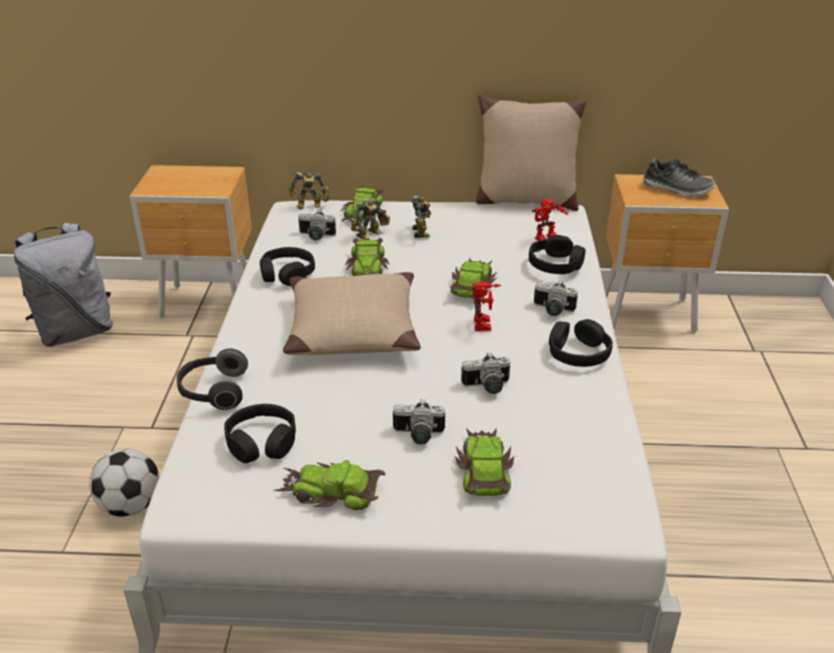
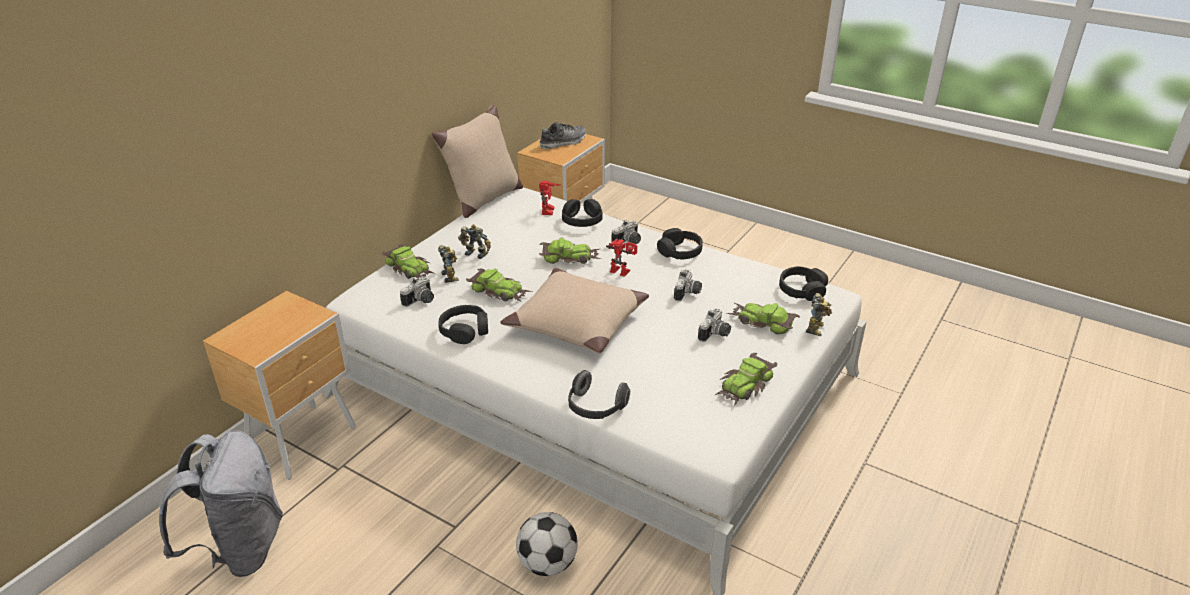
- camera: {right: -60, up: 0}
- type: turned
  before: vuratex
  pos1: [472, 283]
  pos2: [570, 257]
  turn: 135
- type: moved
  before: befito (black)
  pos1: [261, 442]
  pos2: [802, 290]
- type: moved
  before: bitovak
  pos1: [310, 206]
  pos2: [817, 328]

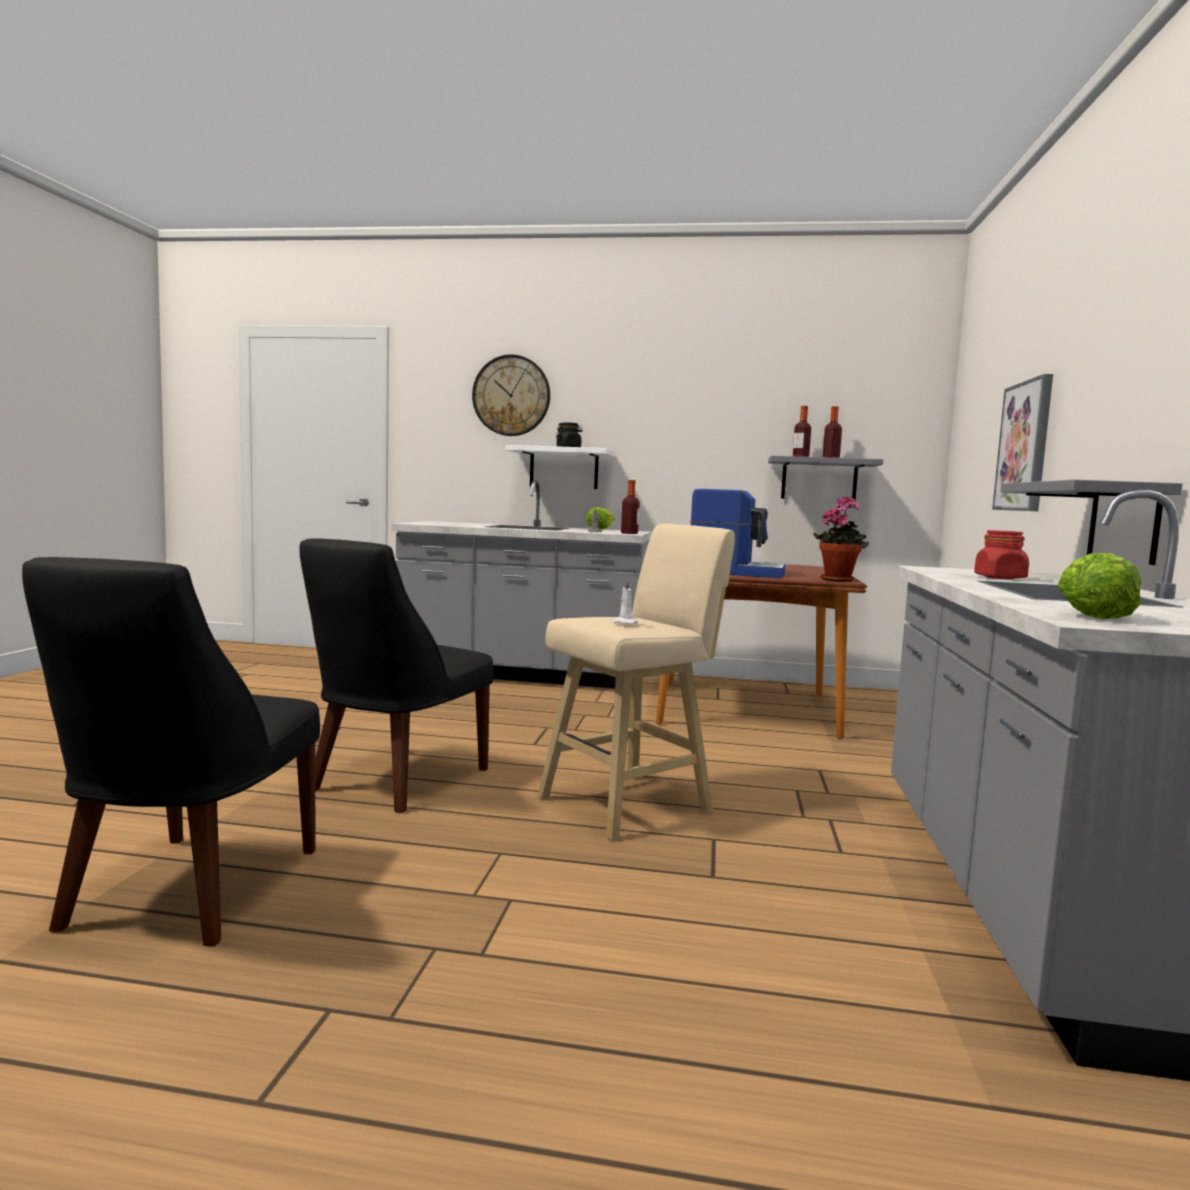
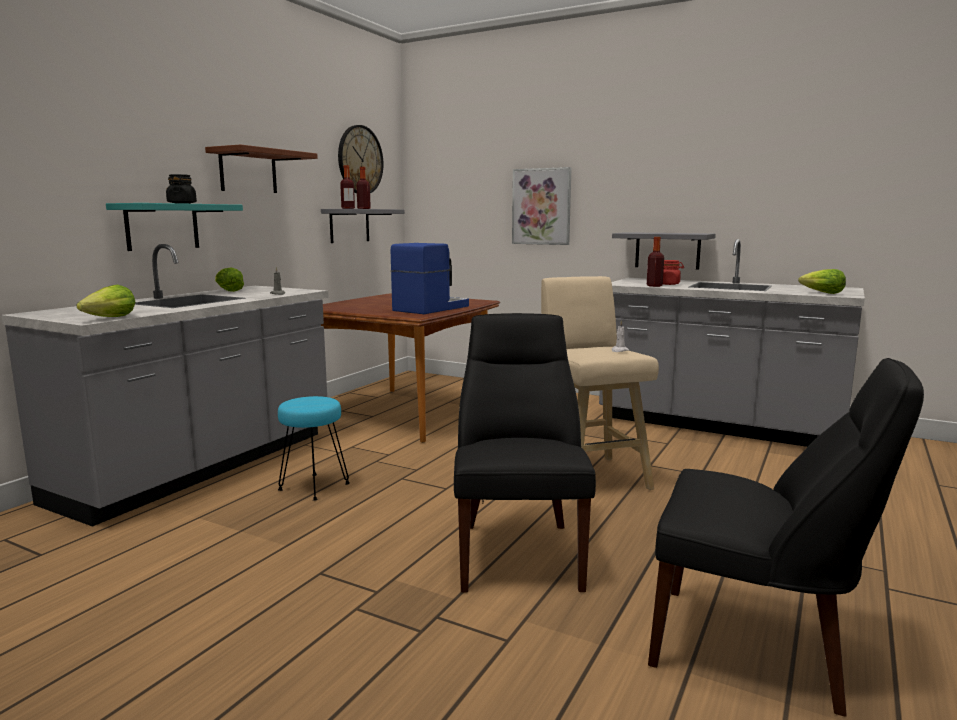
- camera: {right: -70, up: 5}
- type: added
  after: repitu
  pos2: [110, 318]
- type: recoloured
  before: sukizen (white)
  after: sukizen (turquoise)
  pos1: [564, 468]
  pos2: [162, 226]
- type: added
  after: sukizen (brown)
  pos2: [248, 171]
- type: added
  after: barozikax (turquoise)
  pos2: [313, 487]
- type: moved
  before: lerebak
  pos1: [511, 395]
  pos2: [360, 160]
- type: turned
  before: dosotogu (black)
  pos1: [394, 781]
  pos2: [518, 551]
  turn: -135
- type: moved
  before: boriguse
  pos1: [629, 533]
  pos2: [654, 286]
- type: removed
  before: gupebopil
  pos1: [838, 580]

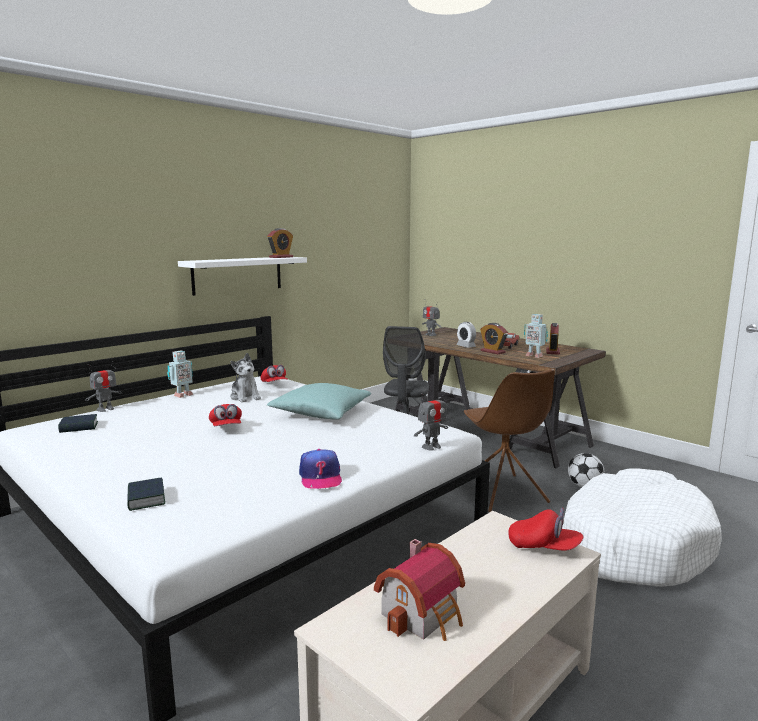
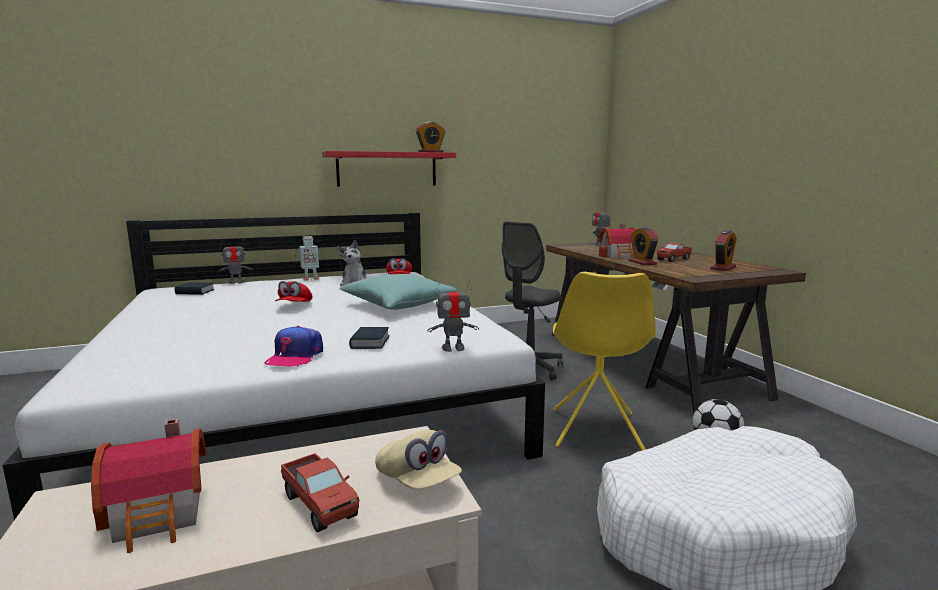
- camera: {right: 25, up: 0}
- type: added
  after: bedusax
  pos2: [319, 505]
- type: recoloured
  before: sukizen (white)
  after: sukizen (red)
  pos1: [238, 275]
  pos2: [387, 169]
- type: moved
  before: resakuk
  pos1: [146, 499]
  pos2: [370, 342]
- type: recoloured
  before: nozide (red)
  after: nozide (beige)
  pos1: [544, 547]
  pos2: [418, 481]
- type: recoloured
  before: dosotogu (brown)
  after: dosotogu (yellow)
  pos1: [503, 494]
  pos2: [595, 431]
- type: replaced
  before: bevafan
  after: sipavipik
  pos1: [466, 346]
  pos2: [619, 256]
- type: removed
  before: bitovak
  pos1: [534, 356]

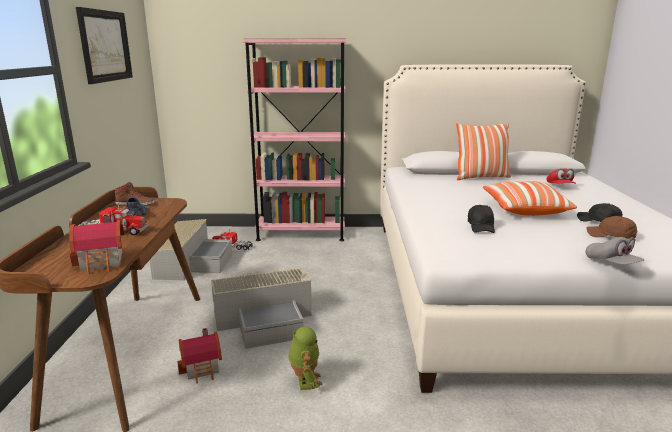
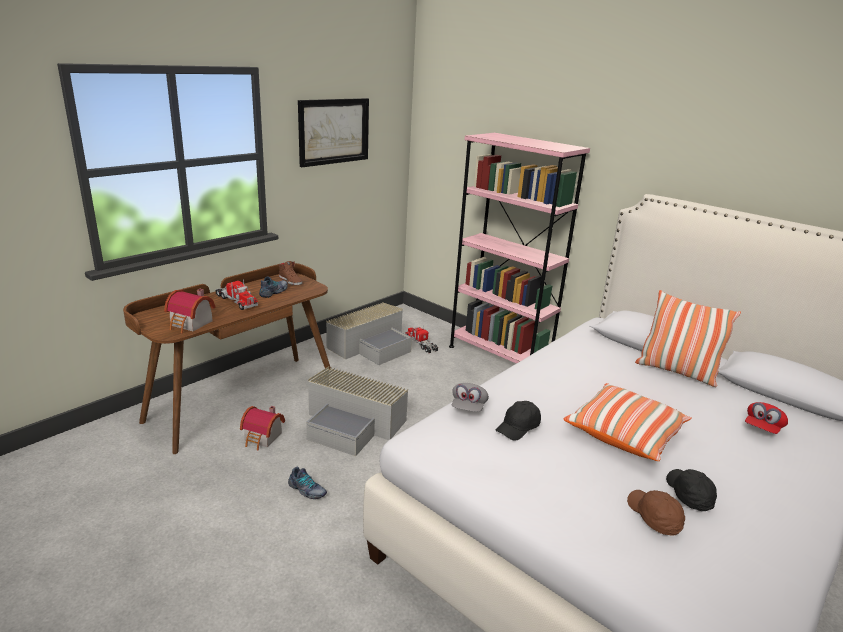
- camera: {right: 40, up: 5}
- type: replaced
  before: bitovak
  after: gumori
  pos1: [305, 381]
  pos2: [307, 490]
- type: moved
  before: nozide (grey)
  pos1: [611, 263]
  pos2: [468, 407]

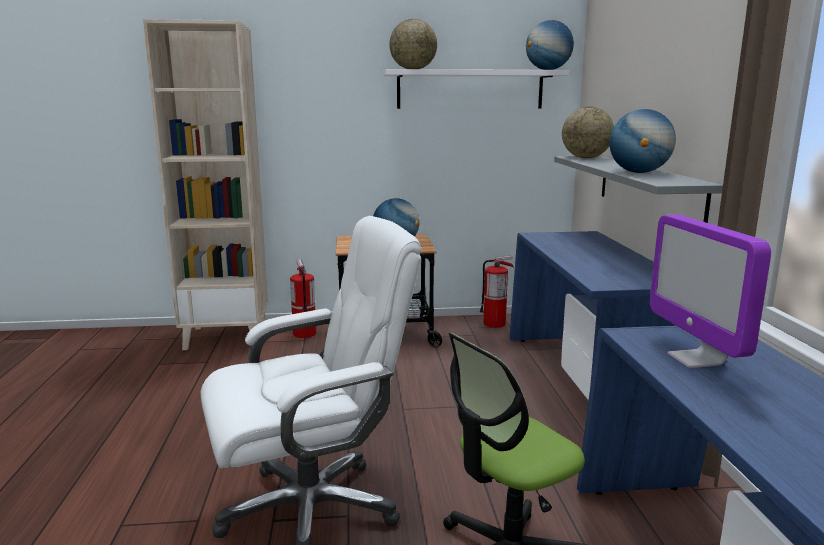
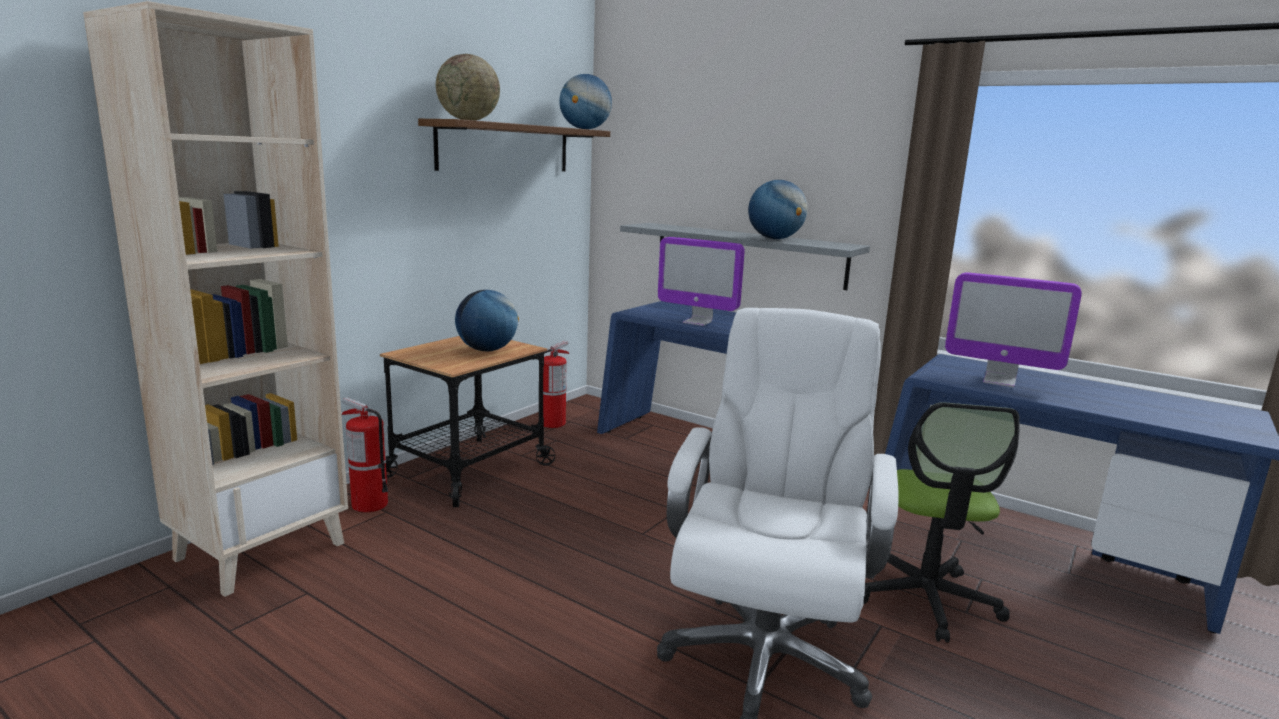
- camera: {right: -50, up: 0}
- type: recoloured
  before: sukizen (white)
  after: sukizen (brown)
  pos1: [470, 90]
  pos2: [505, 148]
- type: added
  after: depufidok
  pos2: [697, 322]
- type: removed
  before: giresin
  pos1: [585, 158]

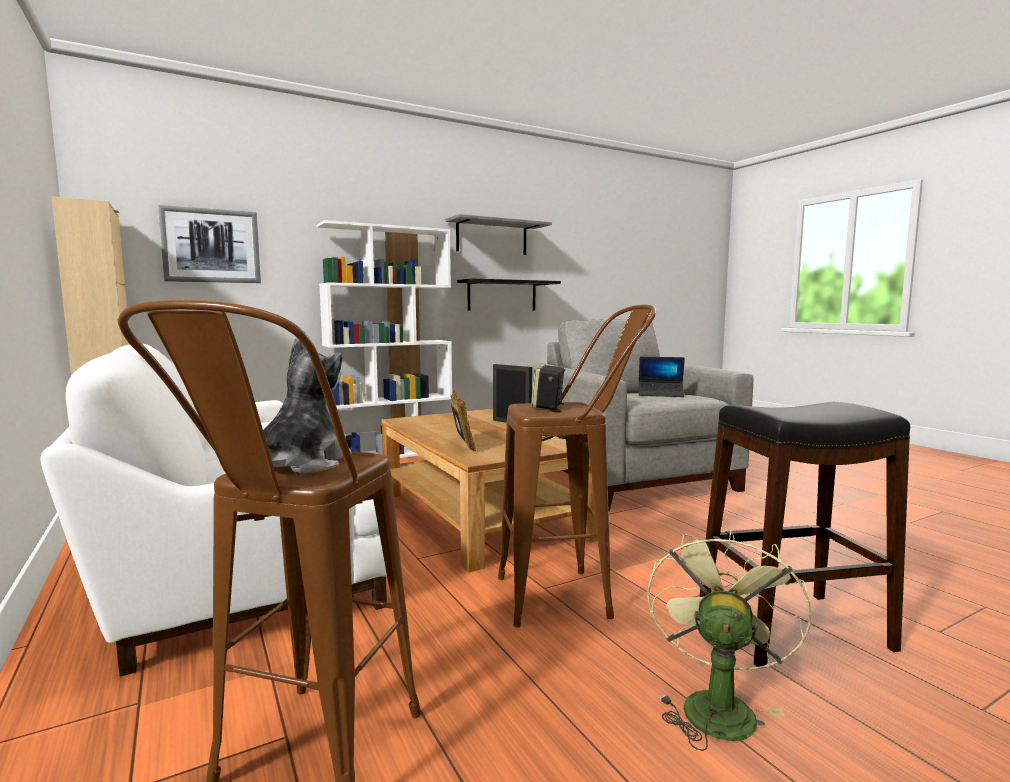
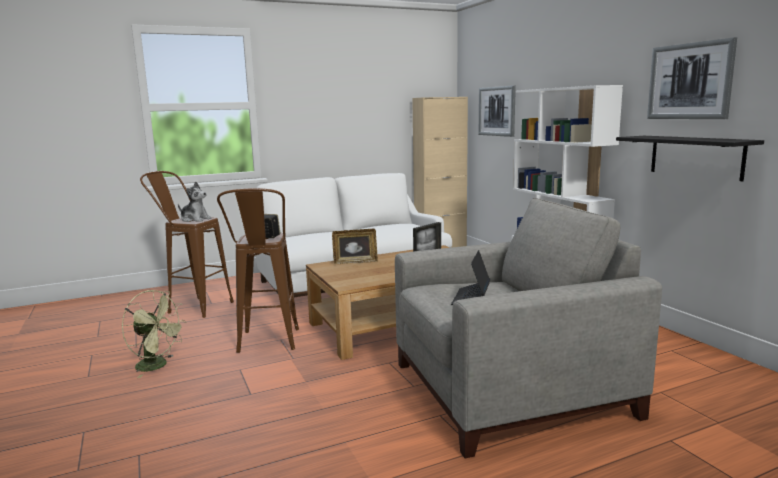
- camera: {right: 95, up: 5}
- type: replaced
  before: sukizen (grey)
  after: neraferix
  pos1: [492, 237]
  pos2: [689, 81]
- type: removed
  before: barozikax (black)
  pos1: [792, 629]

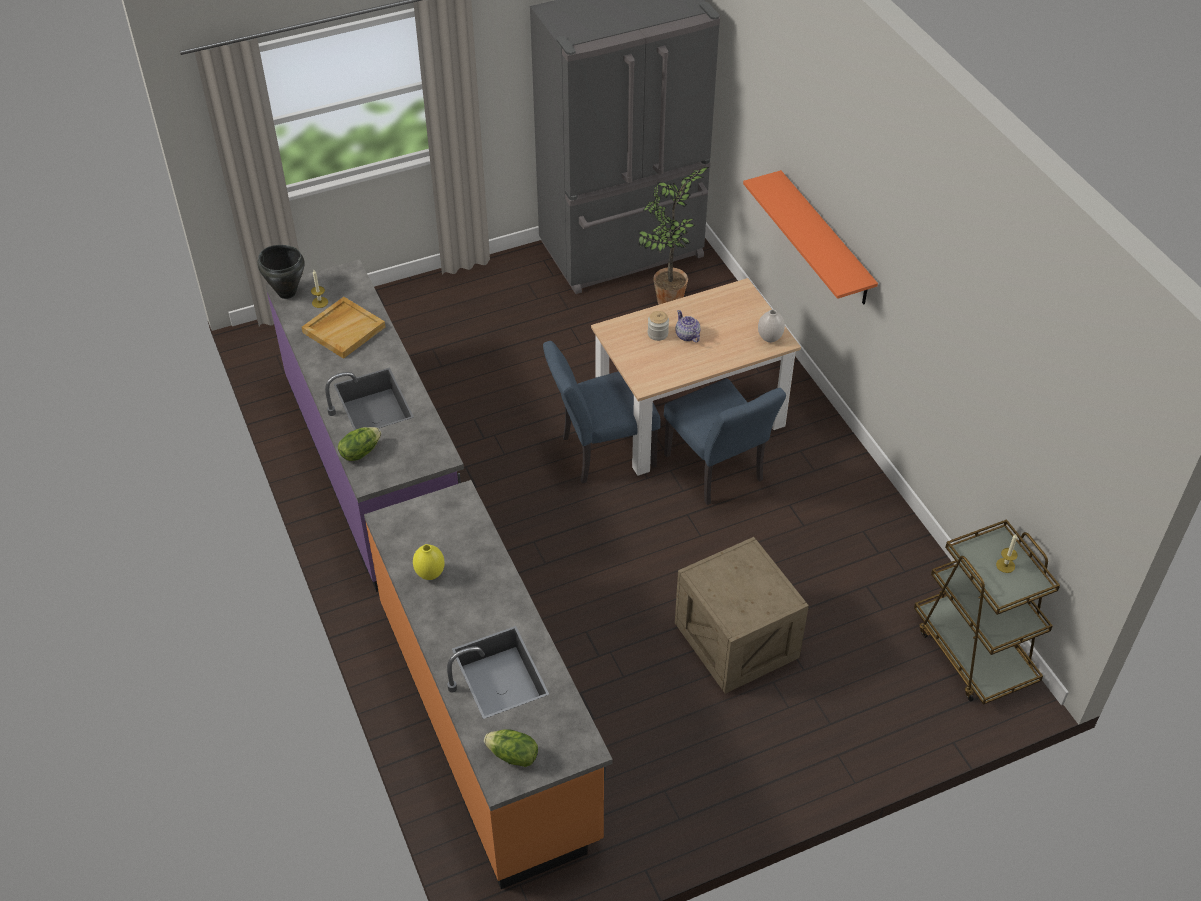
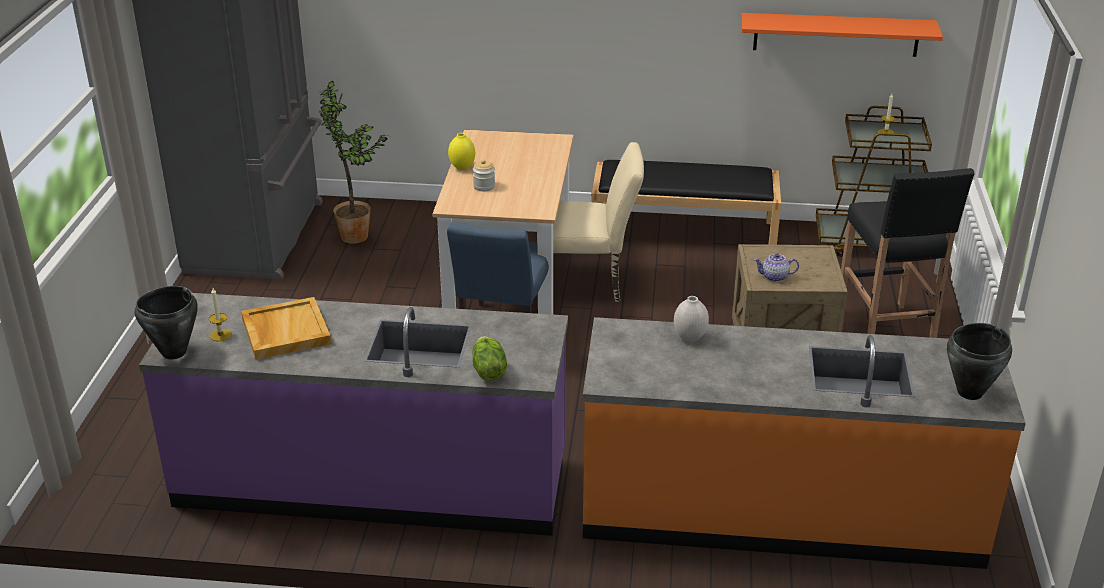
- camera: {right: -60, up: -15}
- type: moved
  before: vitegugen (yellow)
  pos1: [430, 574]
  pos2: [462, 167]
- type: recoloured
  before: dosotogu (blue)
  after: dosotogu (beige)
  pos1: [717, 472]
  pos2: [587, 284]
- type: added
  after: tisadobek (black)
  pos2: [684, 232]
- type: moved
  before: vitegugen (white)
  pos1: [770, 339]
  pos2: [690, 338]
- type: moved
  before: sukizen (orange)
  pos1: [825, 239]
  pos2: [836, 34]
- type: moved
  before: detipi
  pos1: [687, 336]
  pos2: [775, 277]
- type: added
  after: barozikax (black)
  pos2: [885, 334]
- type: replaced
  before: repitu
  after: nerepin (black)
  pos1: [513, 756]
  pos2: [970, 392]

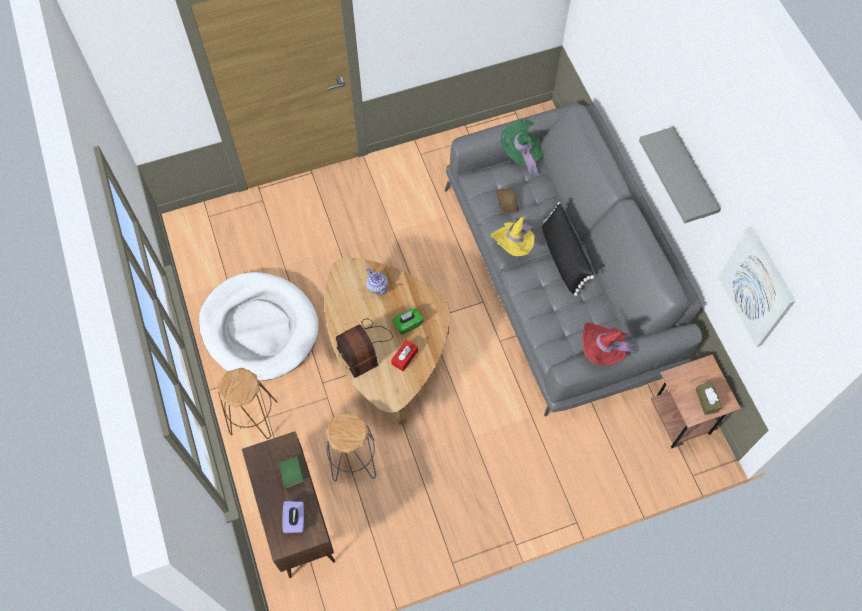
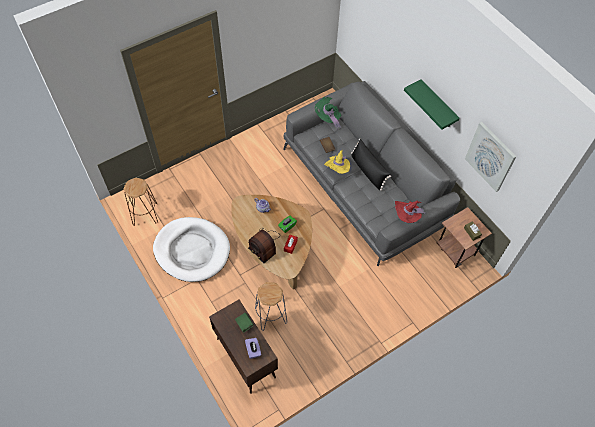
- camera: {right: -15, up: -5}
- type: moved
  before: barozikax (brown)
  pos1: [253, 417]
  pos2: [145, 214]
- type: recoloured
  before: sukizen (grey)
  after: sukizen (green)
  pos1: [692, 177]
  pos2: [437, 105]

